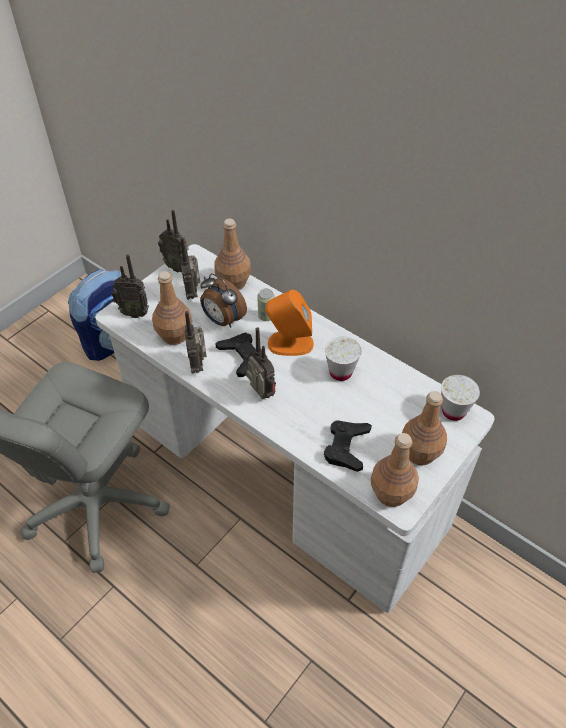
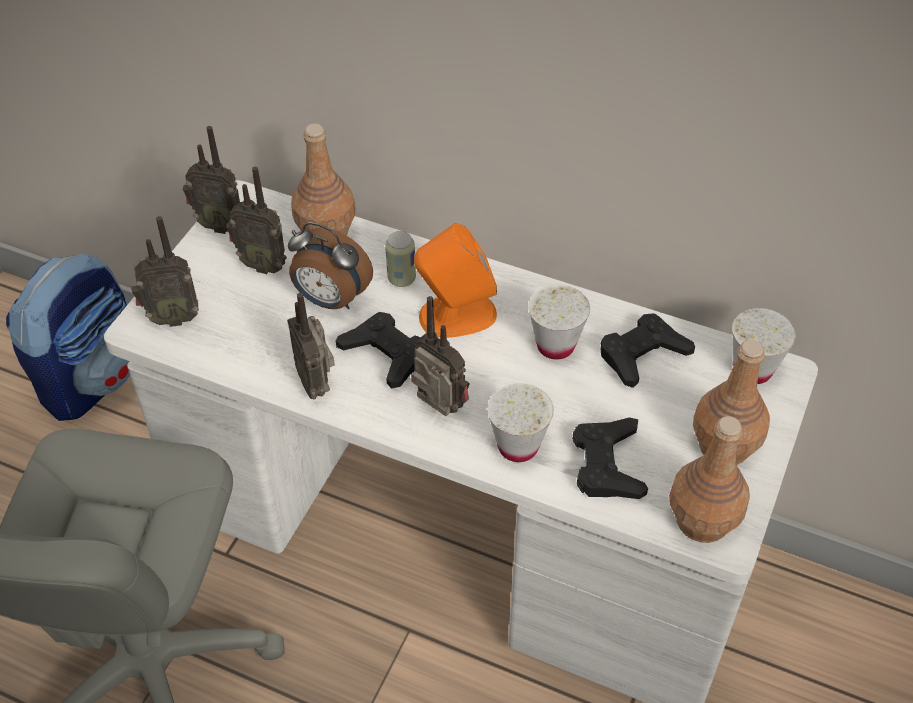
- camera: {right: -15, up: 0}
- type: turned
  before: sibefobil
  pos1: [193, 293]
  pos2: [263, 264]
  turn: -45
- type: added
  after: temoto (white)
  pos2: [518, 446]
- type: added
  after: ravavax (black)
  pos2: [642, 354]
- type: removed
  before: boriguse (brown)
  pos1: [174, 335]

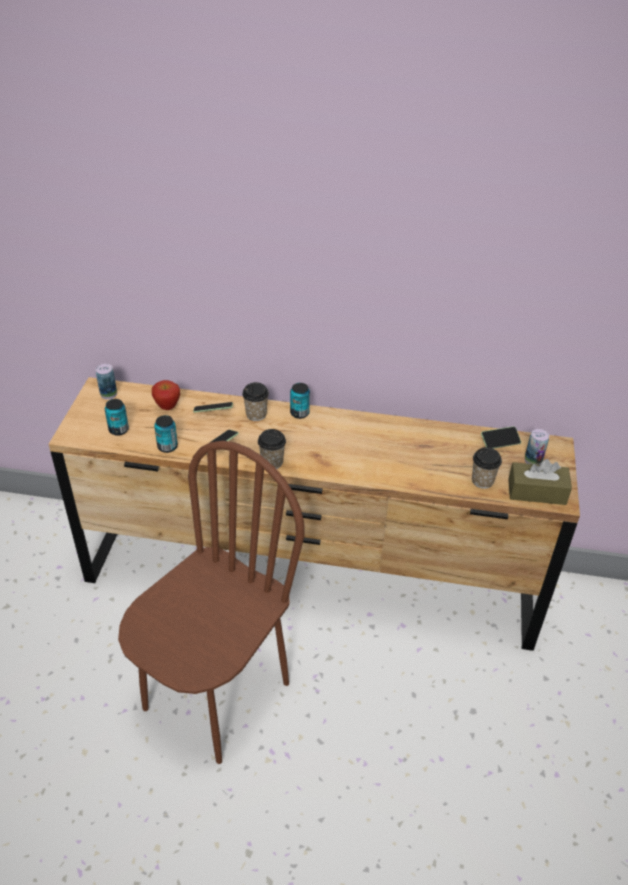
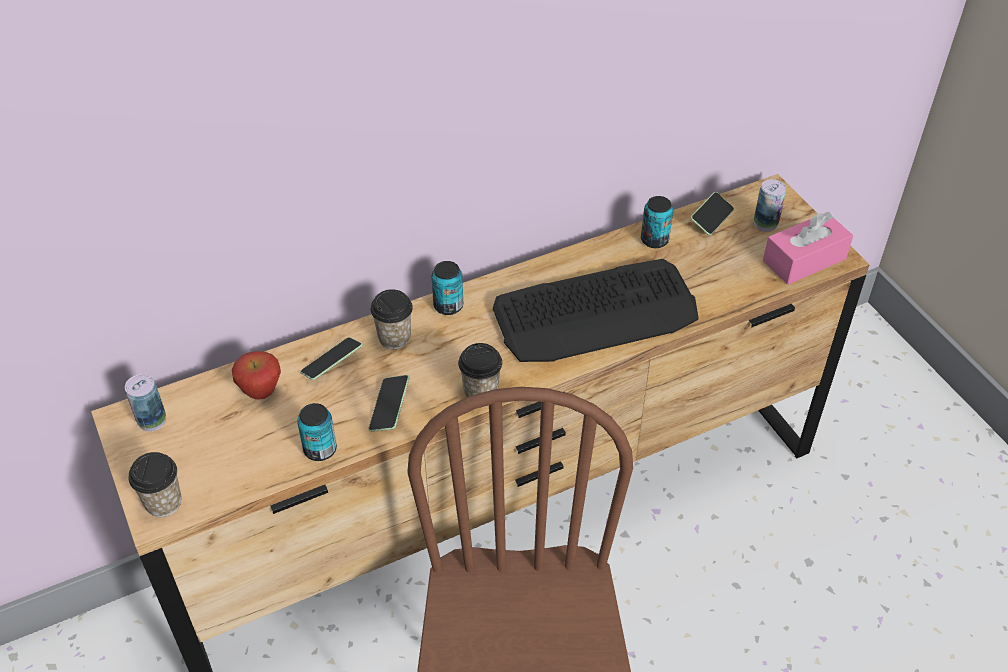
- camera: {right: -35, up: 5}
- type: moved
  before: temoto
  pos1: [482, 481]
  pos2: [163, 502]
- type: added
  after: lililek
  pos2: [596, 313]
- type: moved
  before: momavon
  pos1: [118, 430]
  pos2: [654, 240]
- type: recoloured
  before: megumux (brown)
  after: megumux (pink)
  pos1: [536, 492]
  pos2: [804, 260]

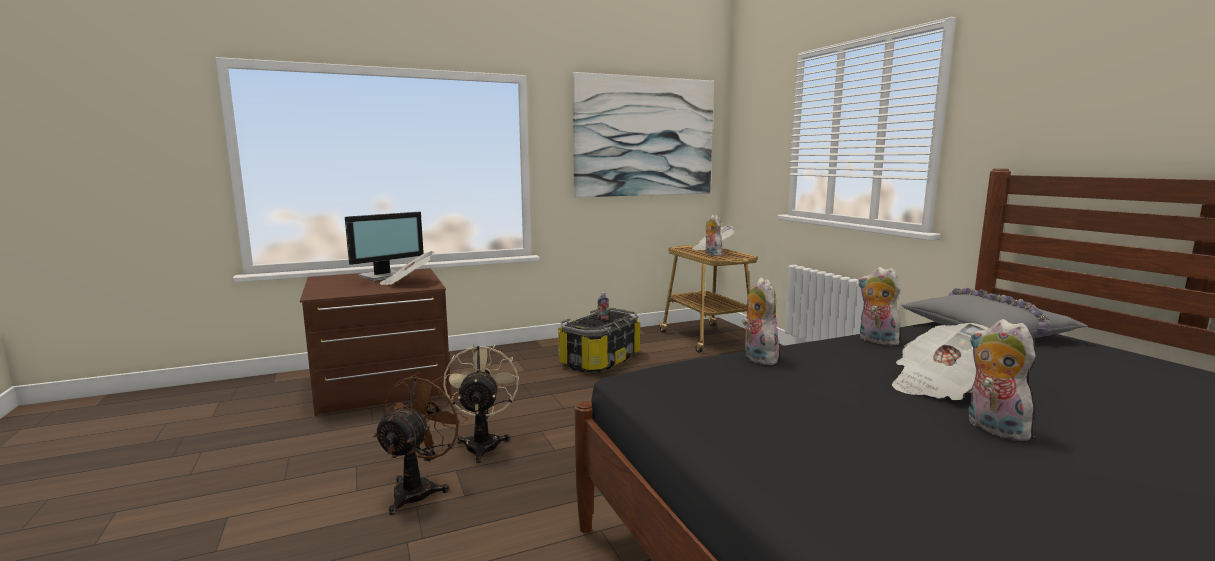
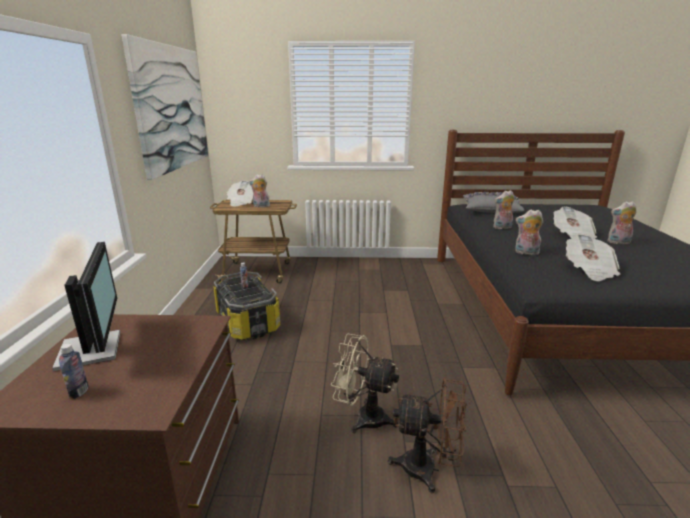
- camera: {right: -65, up: 10}
- type: added
  after: boriguse
  pos2: [79, 392]
- type: turned
  before: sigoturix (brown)
  pos1: [419, 489]
  pos2: [428, 469]
  turn: 150
- type: moved
  before: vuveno
  pos1: [407, 283]
  pos2: [589, 270]

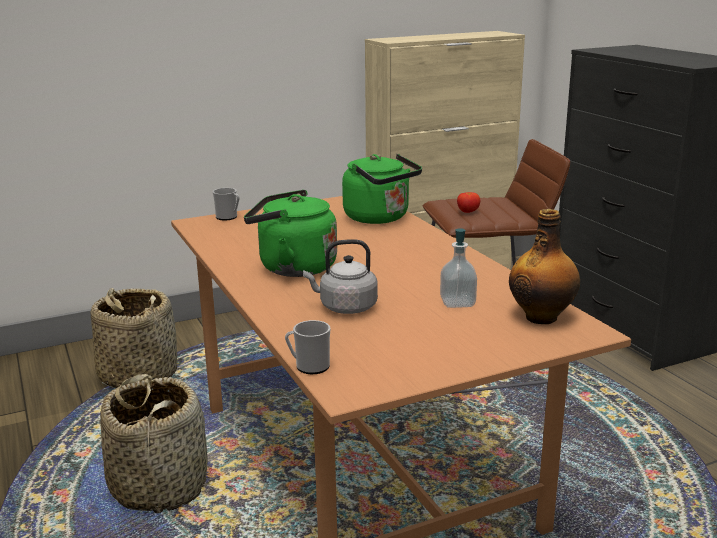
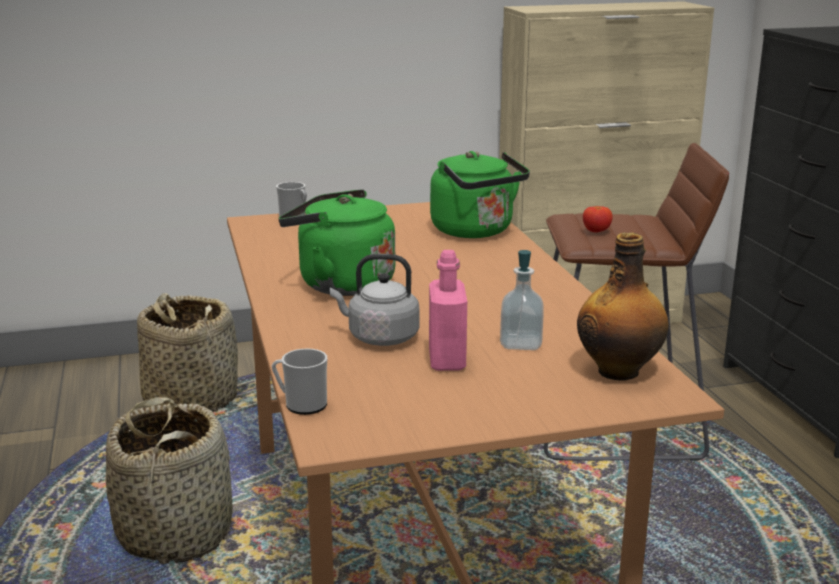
- camera: {right: 10, up: 0}
- type: added
  after: boriguse (pink)
  pos2: [447, 360]

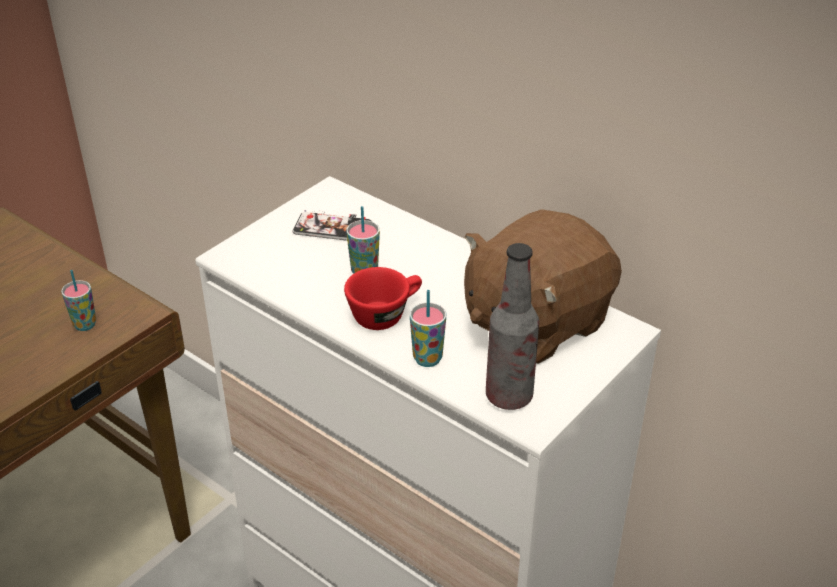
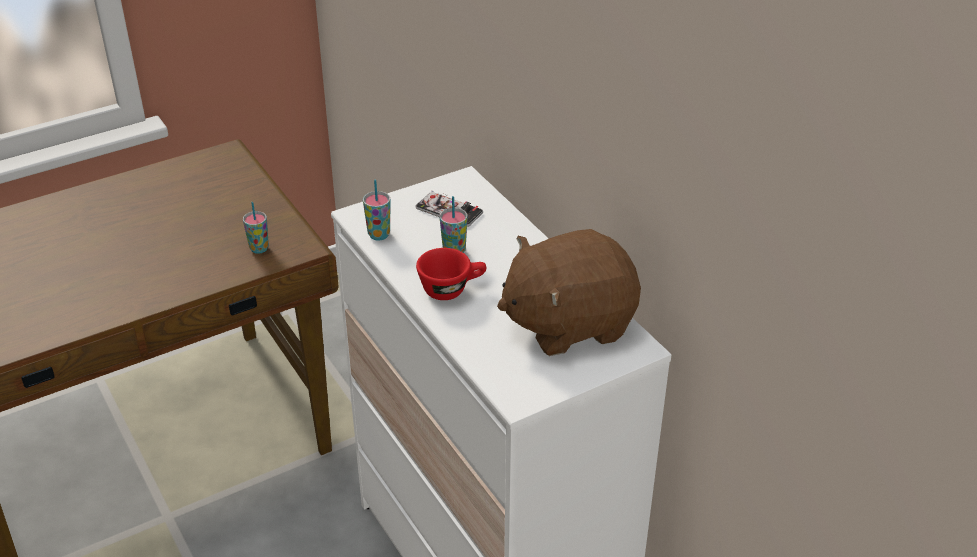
- camera: {right: 20, up: 0}
- type: moved
  before: temoto
  pos1: [427, 359]
  pos2: [379, 235]
- type: removed
  before: boriguse
  pos1: [509, 396]

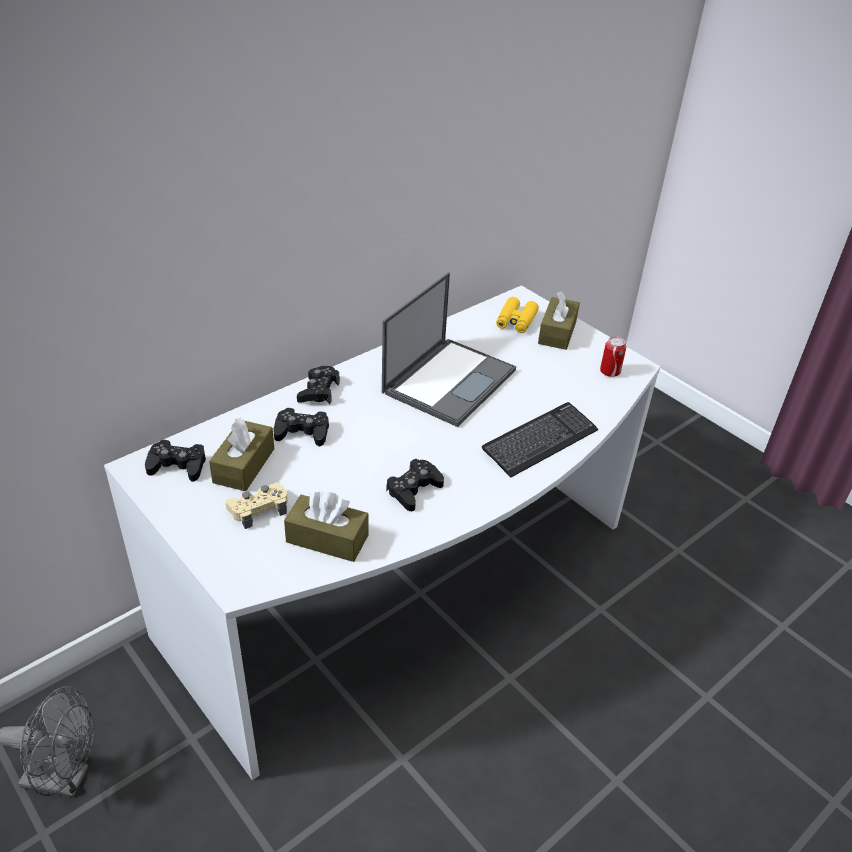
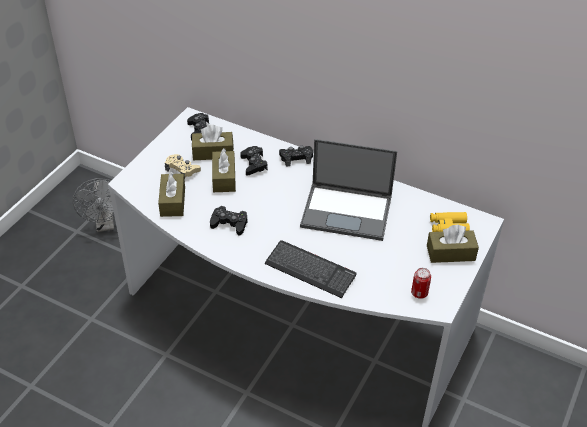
- camera: {right: 70, up: 5}
- type: added
  after: megumux (brown)
  pos2: [224, 178]

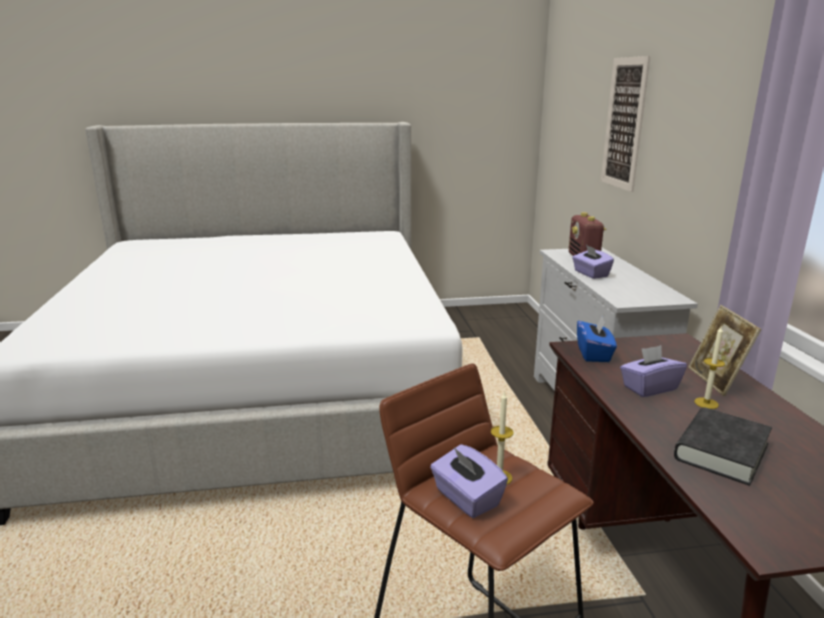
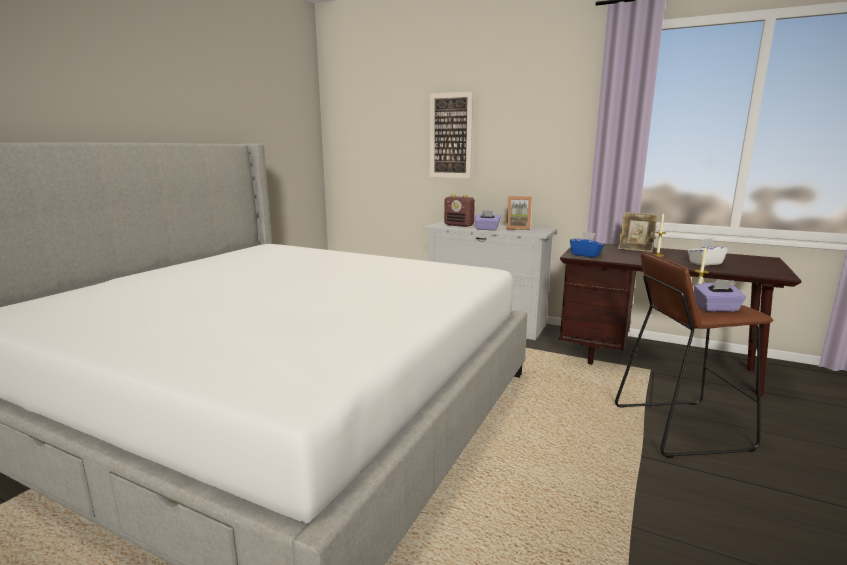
- camera: {right: -55, up: -5}
- type: added
  after: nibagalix
  pos2: [518, 228]
- type: replaced
  before: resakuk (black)
  after: megumux (white)
  pos1: [721, 451]
  pos2: [705, 263]
- type: removed
  before: megumux (purple)
  pos1: [649, 388]

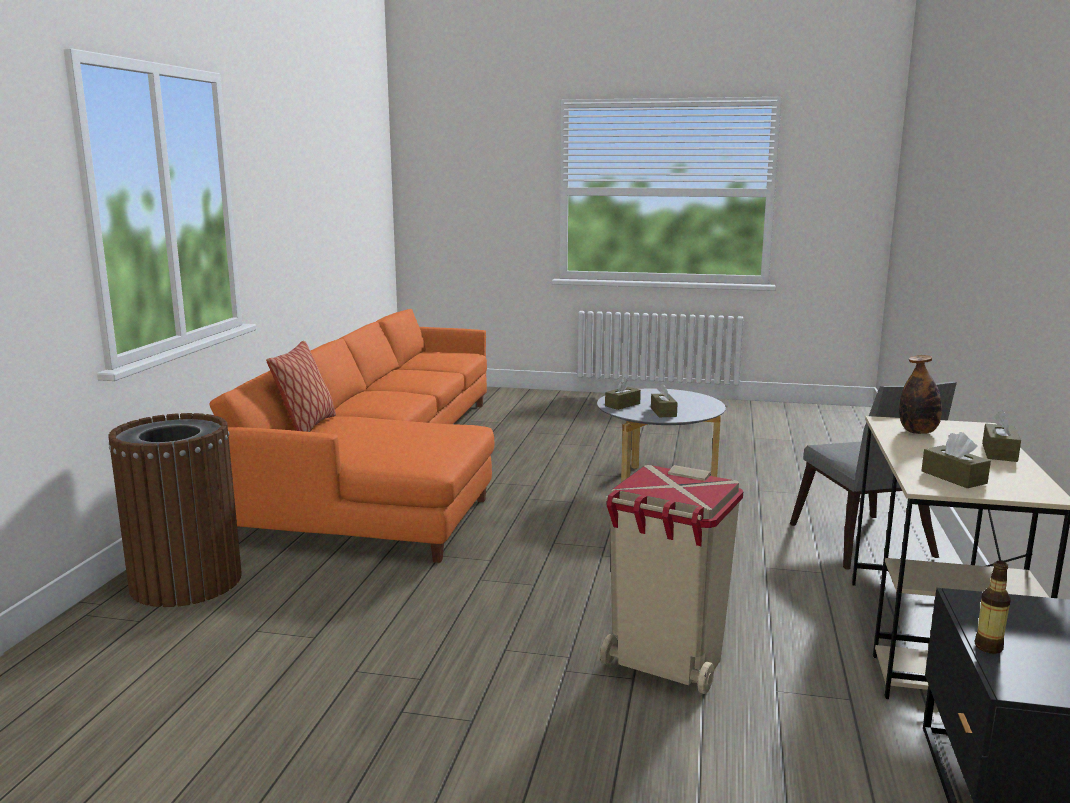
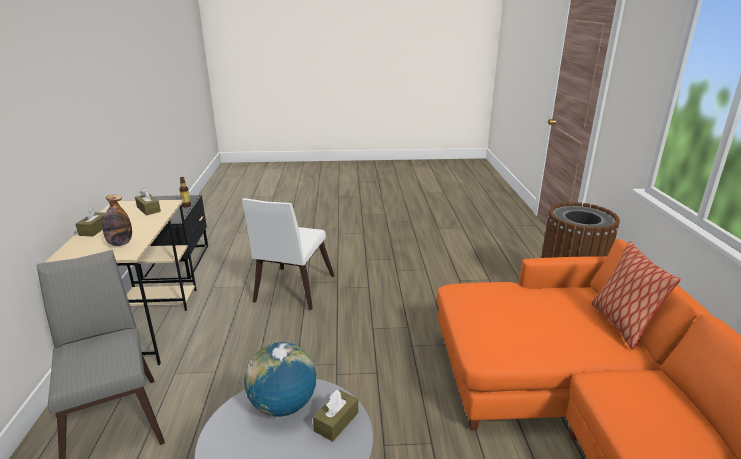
- camera: {right: 165, up: 10}
- type: replaced
  before: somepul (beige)
  after: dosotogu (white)
  pos1: [666, 663]
  pos2: [291, 291]
- type: replaced
  before: megumux (brown)
  after: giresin
  pos1: [663, 412]
  pos2: [283, 405]

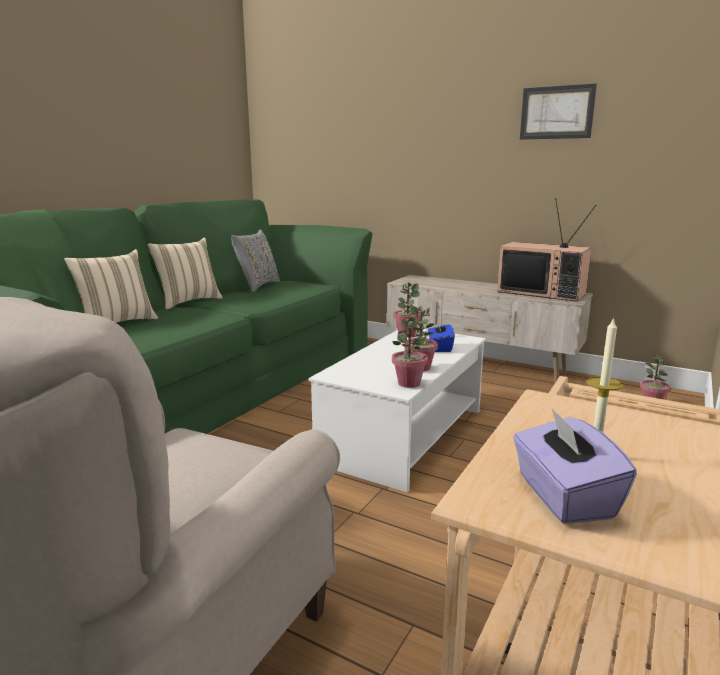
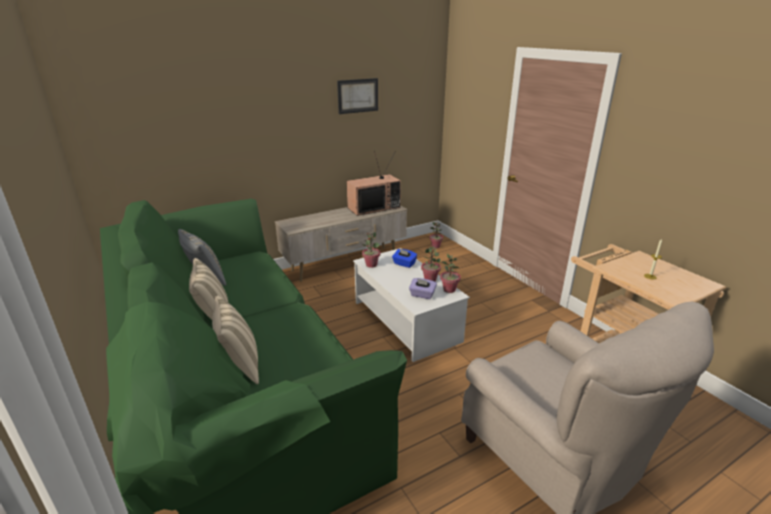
- camera: {right: -60, up: 10}
- type: moved
  before: megumux (purple)
  pos1: [563, 497]
  pos2: [422, 295]

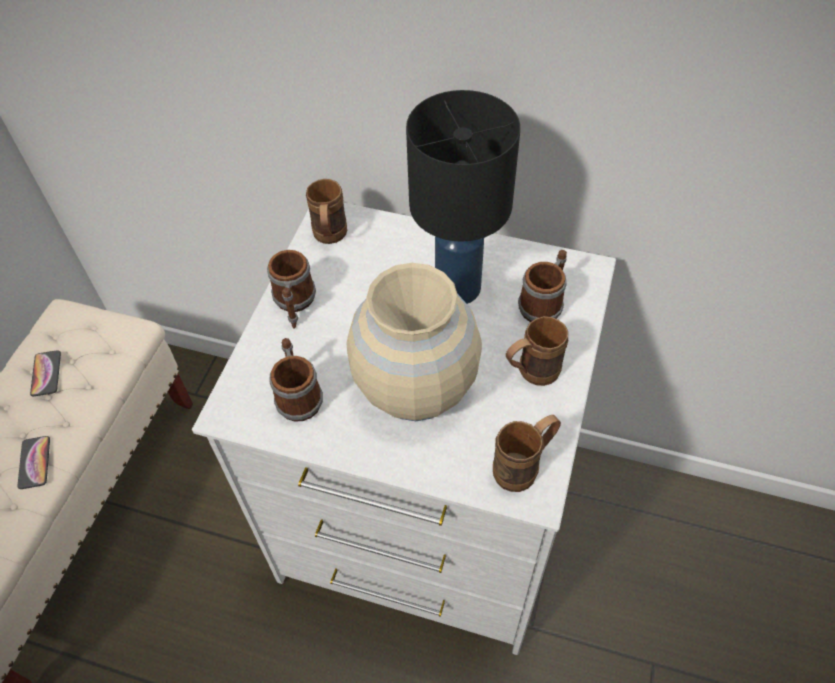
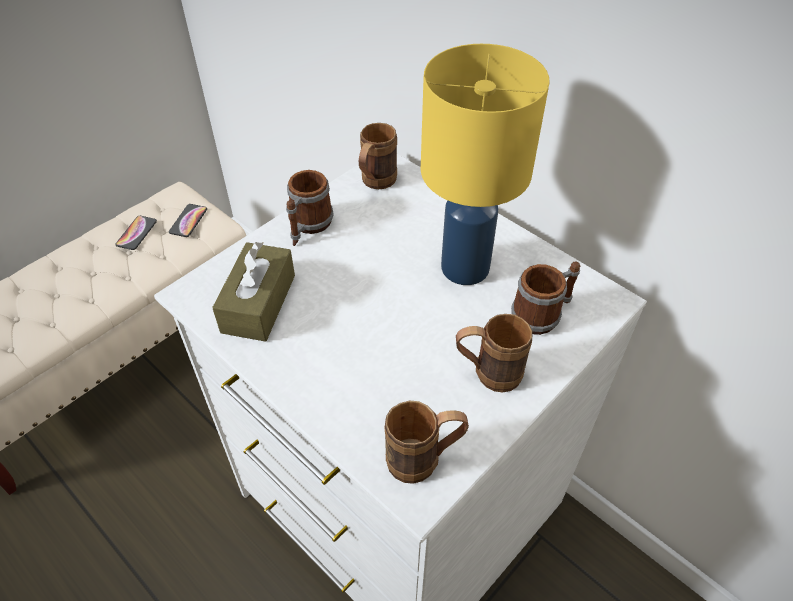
- camera: {right: 25, up: -5}
- type: moved
  before: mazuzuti
  pos1: [34, 462]
  pos2: [188, 221]
- type: replaced
  before: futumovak
  after: megumux (brown)
  pos1: [298, 395]
  pos2: [258, 303]
- type: recoloured
  before: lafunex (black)
  after: lafunex (yellow)
  pos1: [456, 287]
  pos2: [464, 267]
- type: removed
  before: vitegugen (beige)
  pos1: [416, 386]

